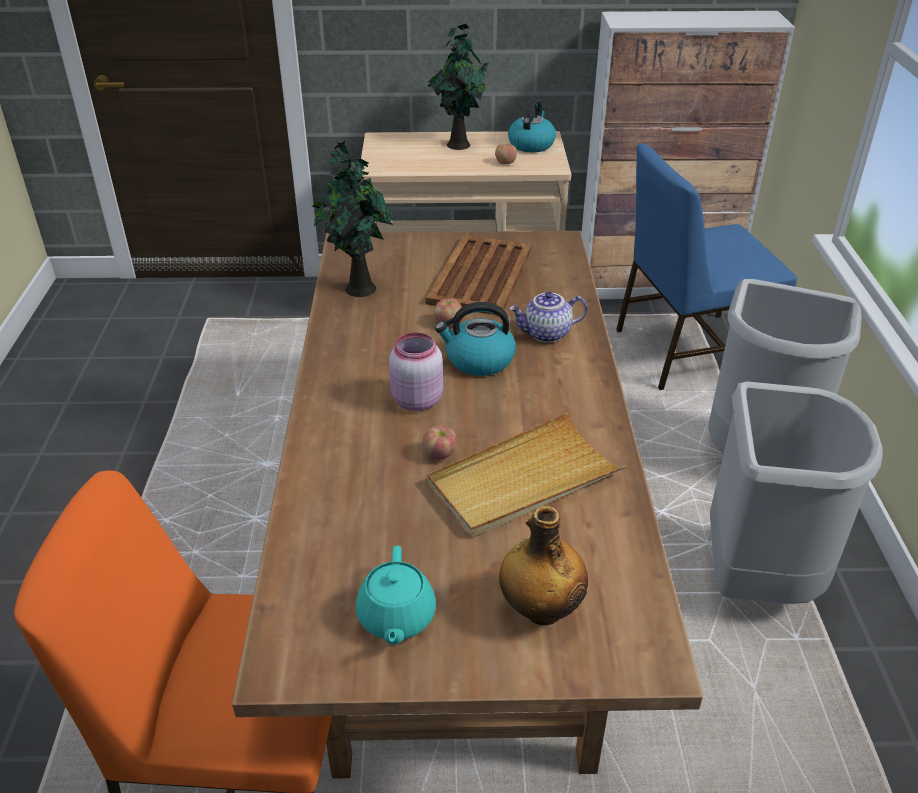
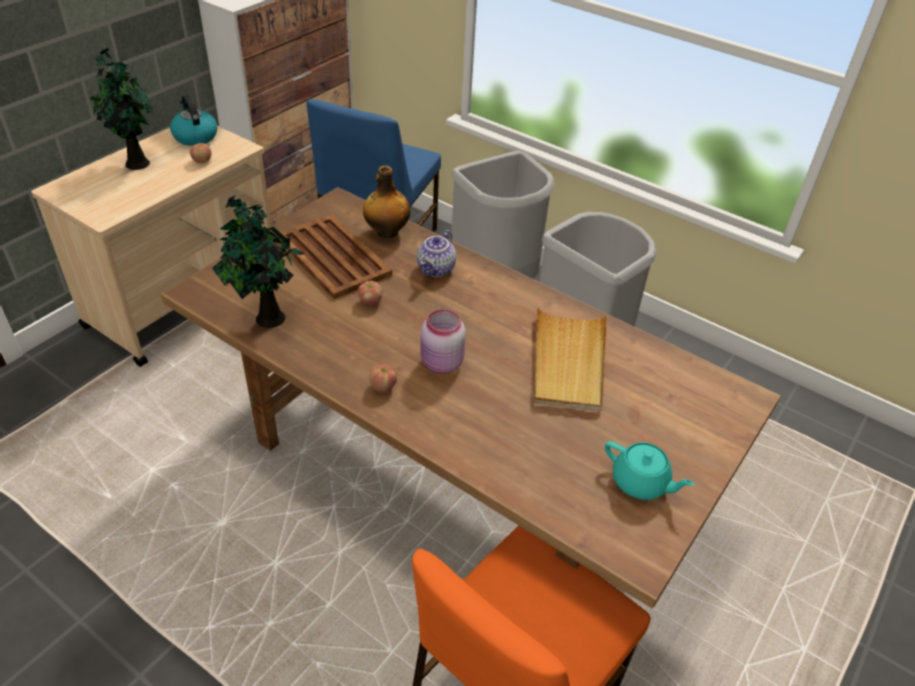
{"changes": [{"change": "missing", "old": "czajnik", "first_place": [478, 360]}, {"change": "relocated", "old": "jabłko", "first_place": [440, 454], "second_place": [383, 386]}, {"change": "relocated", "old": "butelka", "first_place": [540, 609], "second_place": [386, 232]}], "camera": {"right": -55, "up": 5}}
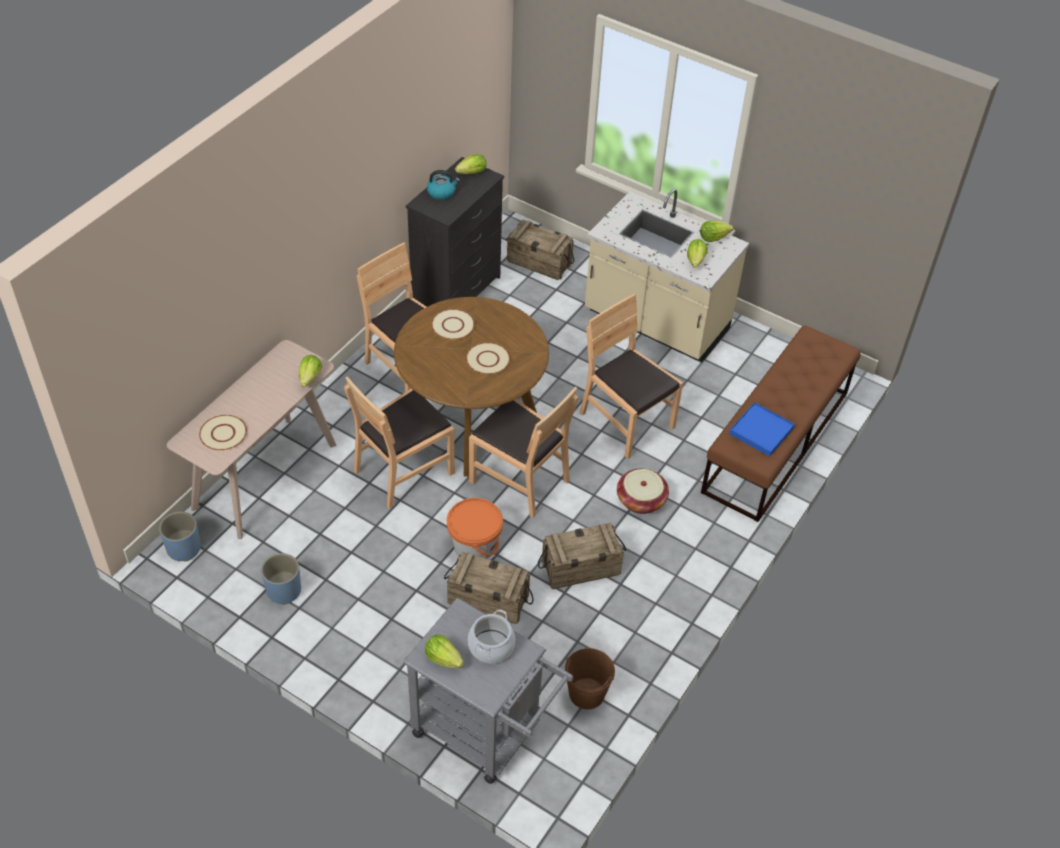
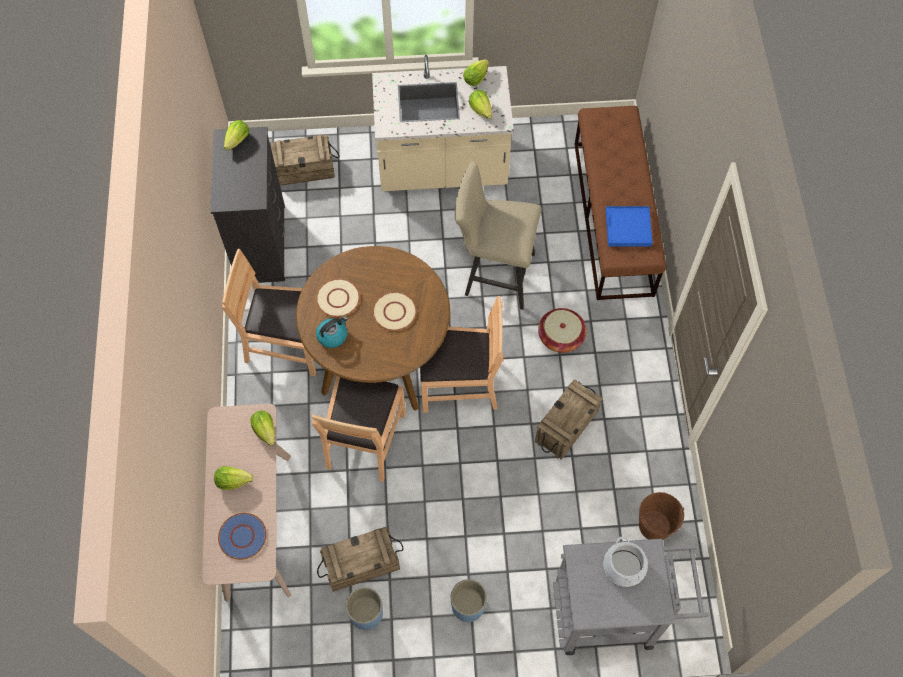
{"changes": [{"change": "relocated", "old": "czajnik", "first_place": [442, 192], "second_place": [332, 335]}, {"change": "exchanged", "old": "krzesło (brązowy)", "new": "stołek (beżowy)", "first_place": [626, 421], "second_place": [494, 274]}, {"change": "colour", "old": "talerz (beżowy)", "new": "talerz (niebieski)", "first_place": [223, 434], "second_place": [243, 536]}, {"change": "missing", "old": "wiadro (pomarańczowy)", "first_place": [474, 545]}, {"change": "relocated", "old": "donica (niebieski)", "first_place": [183, 548], "second_place": [468, 606]}, {"change": "relocated", "old": "skrzynka", "first_place": [487, 600], "second_place": [361, 565]}, {"change": "relocated", "old": "sałata", "first_place": [443, 658], "second_place": [233, 481]}], "camera": {"right": -35, "up": 15}}
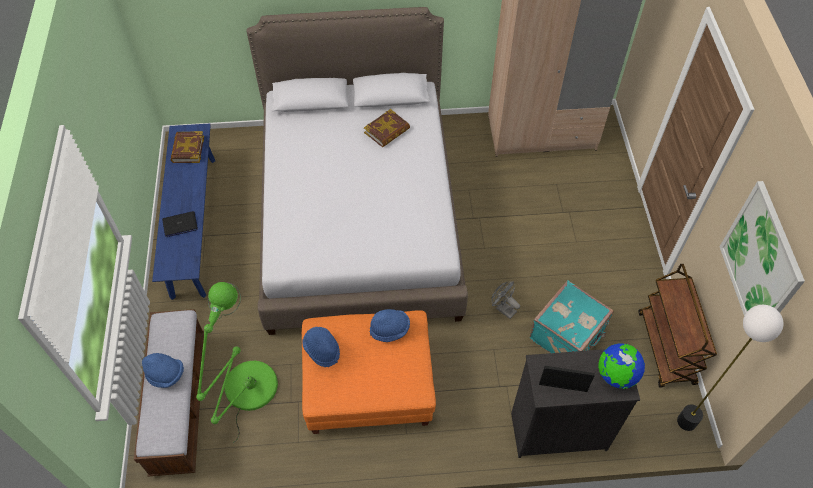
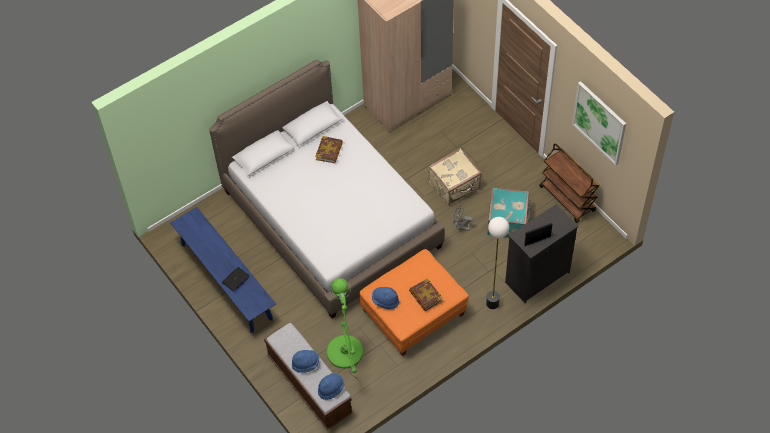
{"changes": [{"change": "relocated", "old": "książka", "first_place": [187, 149], "second_place": [425, 296]}, {"change": "relocated", "old": "lampa stojąca", "first_place": [686, 422], "second_place": [492, 303]}, {"change": "relocated", "old": "kapelusz (niebieski)", "first_place": [390, 329], "second_place": [331, 389]}, {"change": "missing", "old": "globus", "first_place": [616, 375]}, {"change": "appeared", "new": "walizka (beżowy)", "second_place": [455, 186]}], "camera": {"right": -30, "up": 0}}
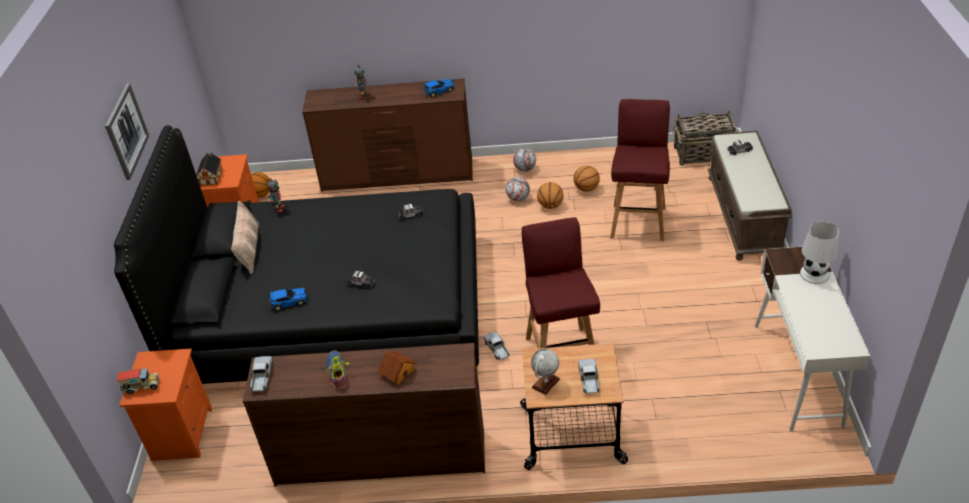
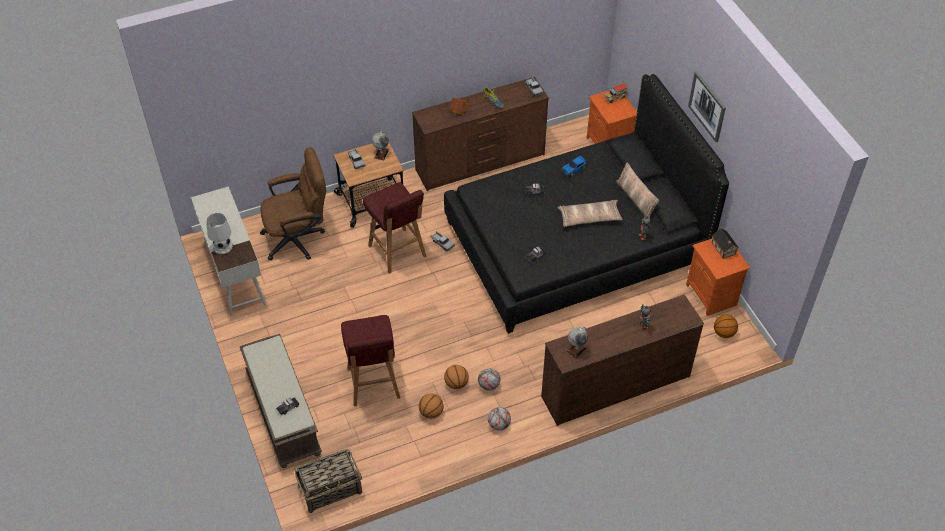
{"changes": [{"change": "exchanged", "old": "samochodzik", "new": "globus", "first_place": [438, 91], "second_place": [576, 349]}, {"change": "appeared", "new": "krzesło biurowe (brązowy)", "second_place": [299, 238]}, {"change": "appeared", "new": "poduszka", "second_place": [589, 218]}], "camera": {"right": 155, "up": 10}}
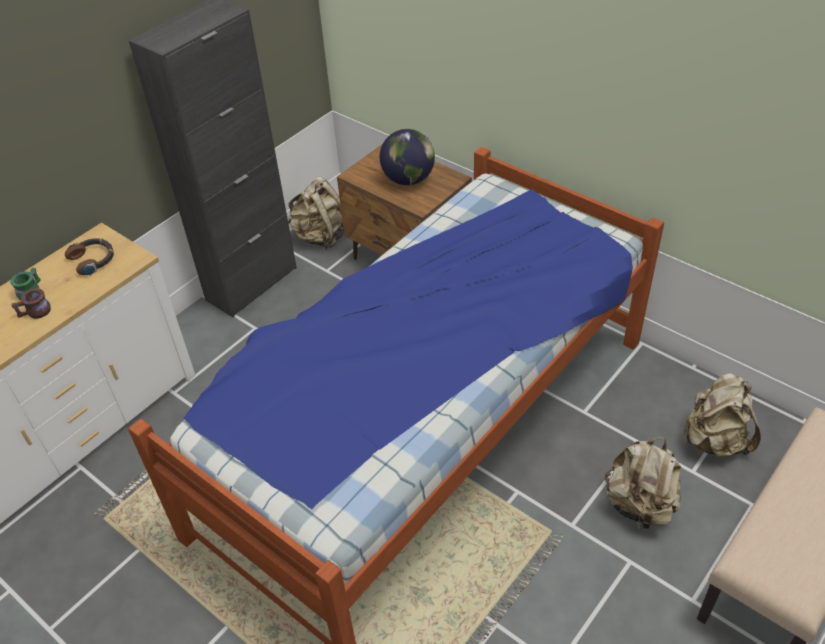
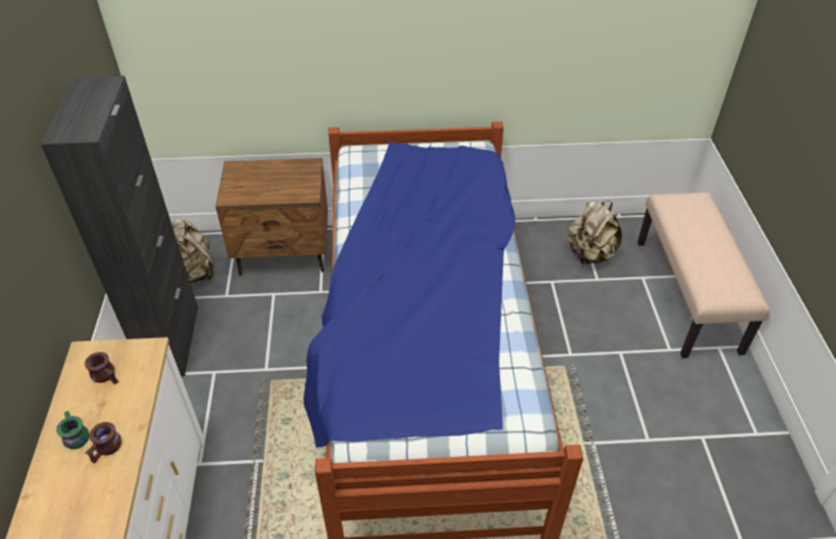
{"changes": [{"change": "missing", "old": "globus", "first_place": [408, 179]}, {"change": "exchanged", "old": "słuchawki", "new": "kubek (brązowy)", "first_place": [93, 260], "second_place": [107, 374]}, {"change": "missing", "old": "plecak (beżowy)", "first_place": [639, 505]}], "camera": {"right": -45, "up": 0}}
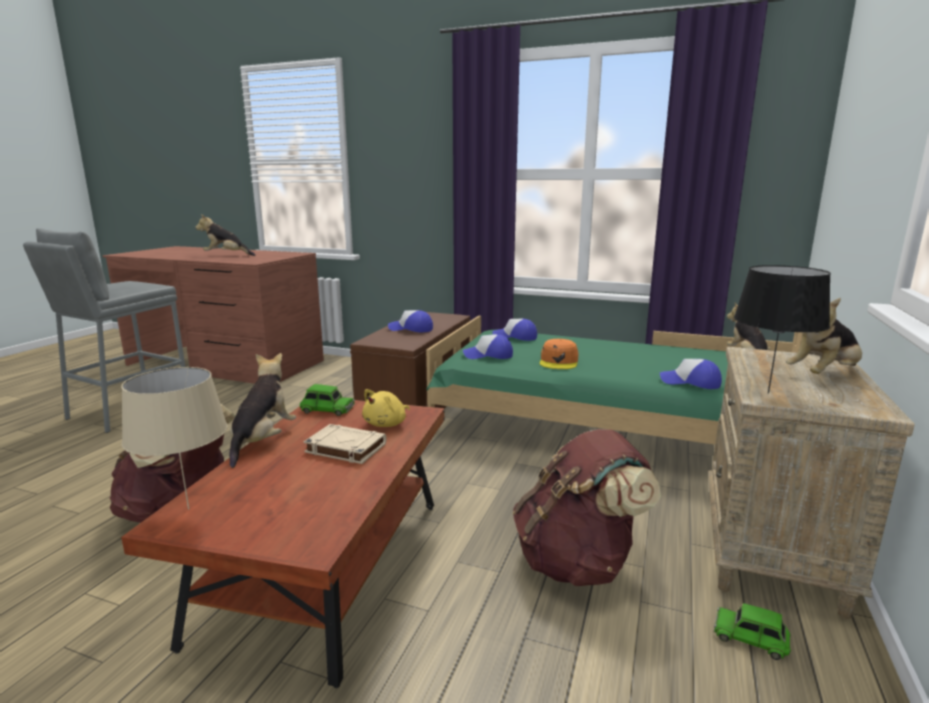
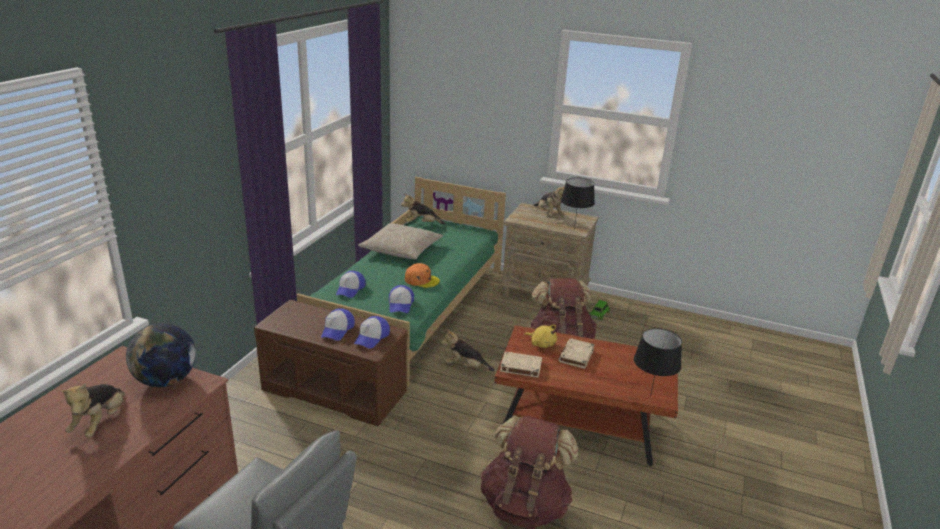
{"changes": [{"change": "relocated", "old": "pluszak", "first_place": [263, 440], "second_place": [465, 367]}, {"change": "relocated", "old": "czapka z daszkiem", "first_place": [690, 382], "second_place": [372, 337]}, {"change": "colour", "old": "lampa stołowa (beżowy)", "new": "lampa stołowa (czarny)", "first_place": [190, 509], "second_place": [650, 396]}, {"change": "exchanged", "old": "samochodzik (zielony)", "new": "książka (beżowy)", "first_place": [327, 409], "second_place": [520, 367]}, {"change": "appeared", "new": "poduszka (beżowy)", "second_place": [401, 249]}, {"change": "appeared", "new": "globus", "second_place": [166, 380]}], "camera": {"right": -90, "up": 10}}
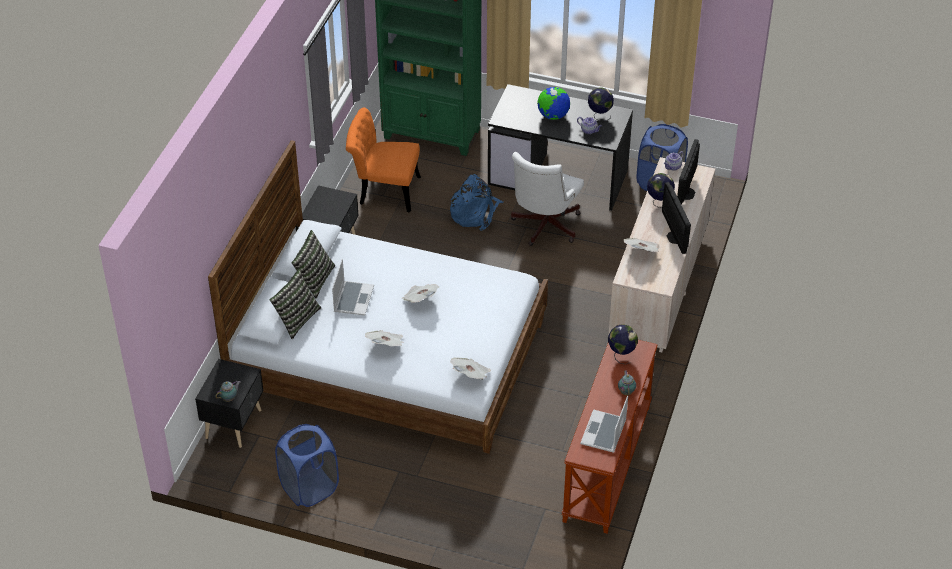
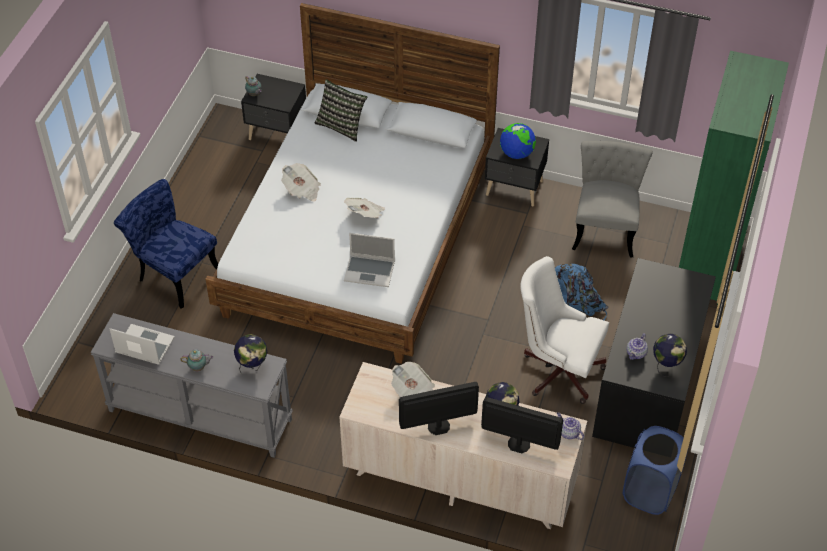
{"changes": [{"change": "relocated", "old": "globus", "first_place": [553, 116], "second_place": [516, 153]}, {"change": "colour", "old": "krzesło (pomarańczowy)", "new": "krzesło (szary)", "first_place": [383, 191], "second_place": [605, 227]}, {"change": "missing", "old": "poduszka", "first_place": [314, 279]}, {"change": "relocated", "old": "laptop", "first_place": [353, 299], "second_place": [370, 271]}, {"change": "colour", "old": "stolik konsolowy (brązowy)", "new": "stolik konsolowy (szary)", "first_place": [608, 463], "second_place": [199, 416]}, {"change": "missing", "old": "gazeta", "first_place": [471, 375]}, {"change": "missing", "old": "kosz na pranie (niebieski)", "first_place": [309, 488]}, {"change": "appeared", "new": "krzesło (niebieski)", "second_place": [173, 273]}], "camera": {"right": 90, "up": 5}}
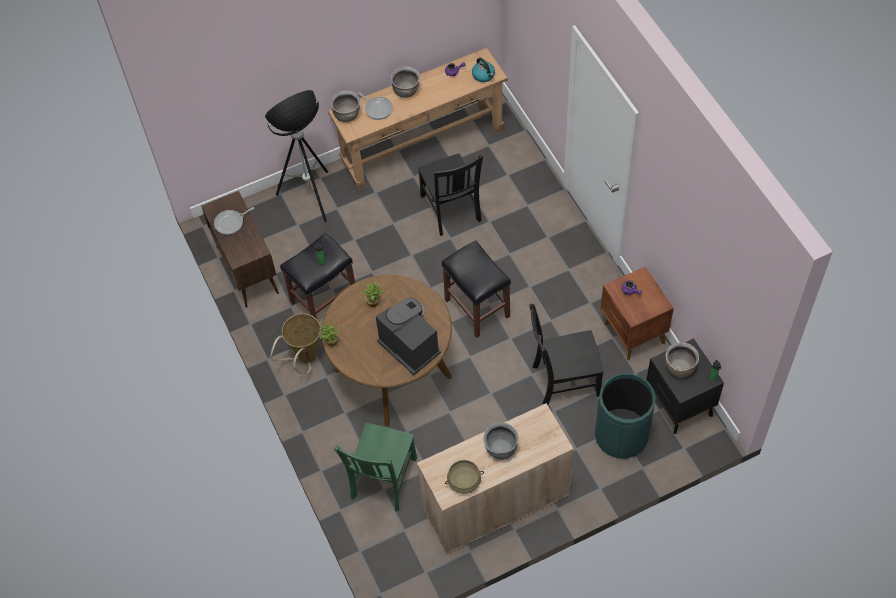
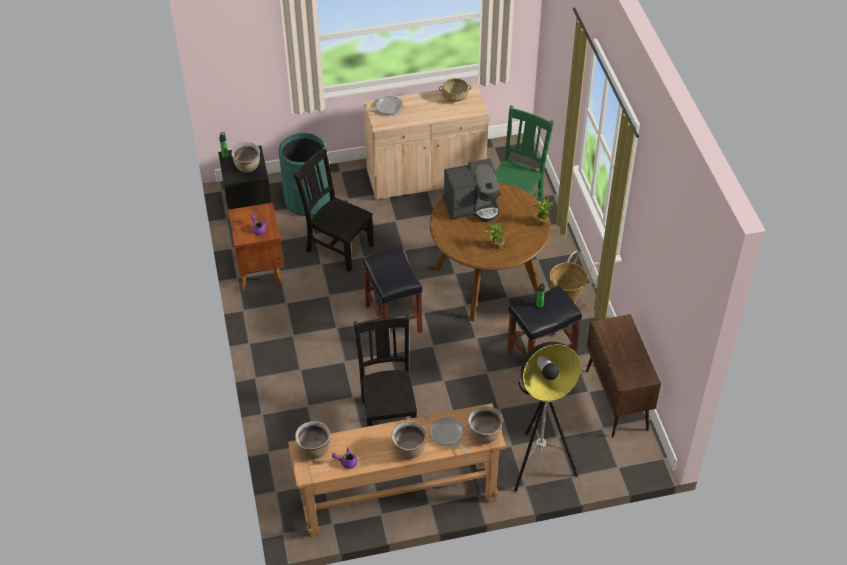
{"changes": [{"change": "exchanged", "old": "czajnik", "new": "garnek (brązowy)", "first_place": [484, 75], "second_place": [314, 449]}, {"change": "relocated", "old": "patelnia", "first_place": [231, 223], "second_place": [387, 107]}, {"change": "spun", "old": "ekspres do kawy", "first_place": [409, 346], "second_place": [472, 206], "degrees": -75}, {"change": "spun", "old": "krzesło (czarny)", "first_place": [563, 381], "second_place": [338, 247], "degrees": -150}, {"change": "missing", "old": "garnek (szary)", "first_place": [500, 449]}], "camera": {"right": -170, "up": -10}}
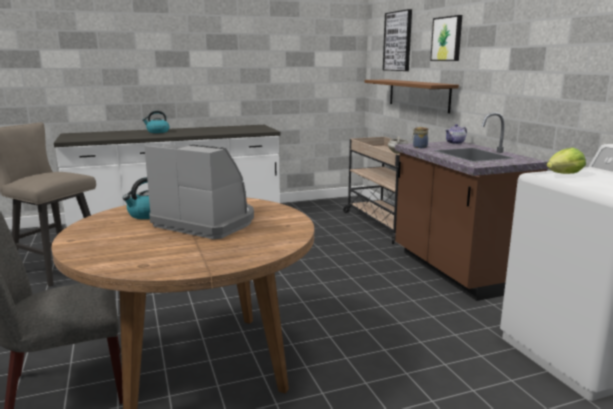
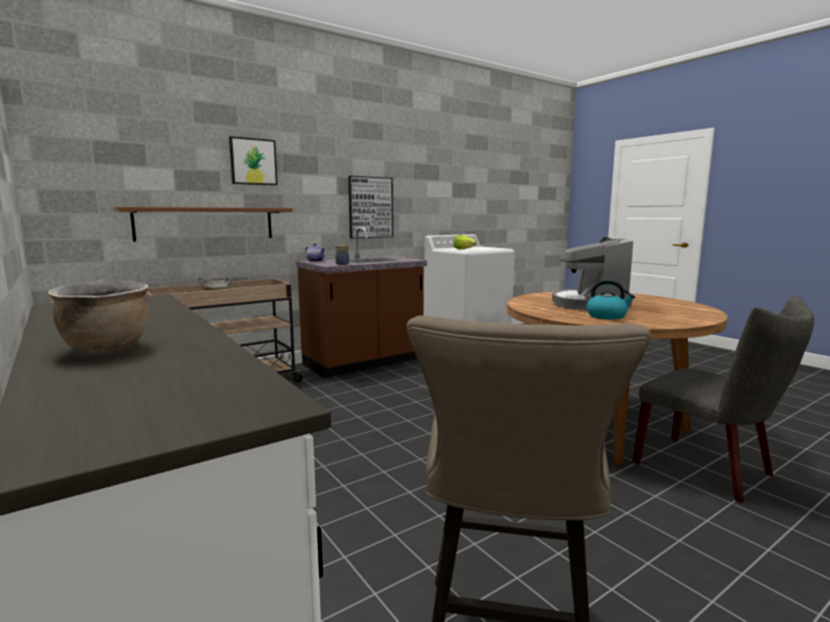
{"changes": [{"change": "relocated", "old": "obraz", "first_place": [398, 41], "second_place": [370, 207]}, {"change": "exchanged", "old": "czajnik", "new": "garnek (brązowy)", "first_place": [157, 132], "second_place": [107, 348]}], "camera": {"right": -105, "up": -5}}
